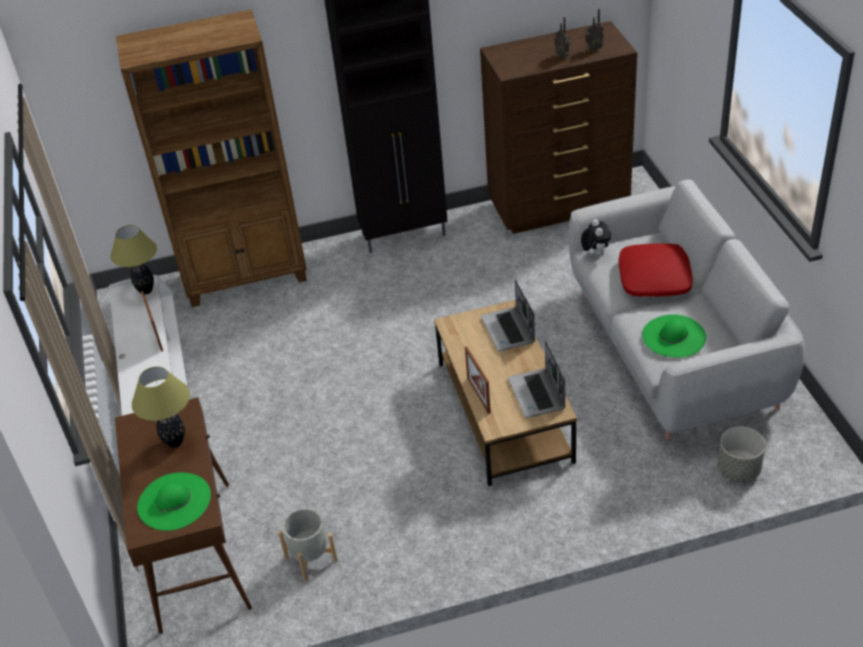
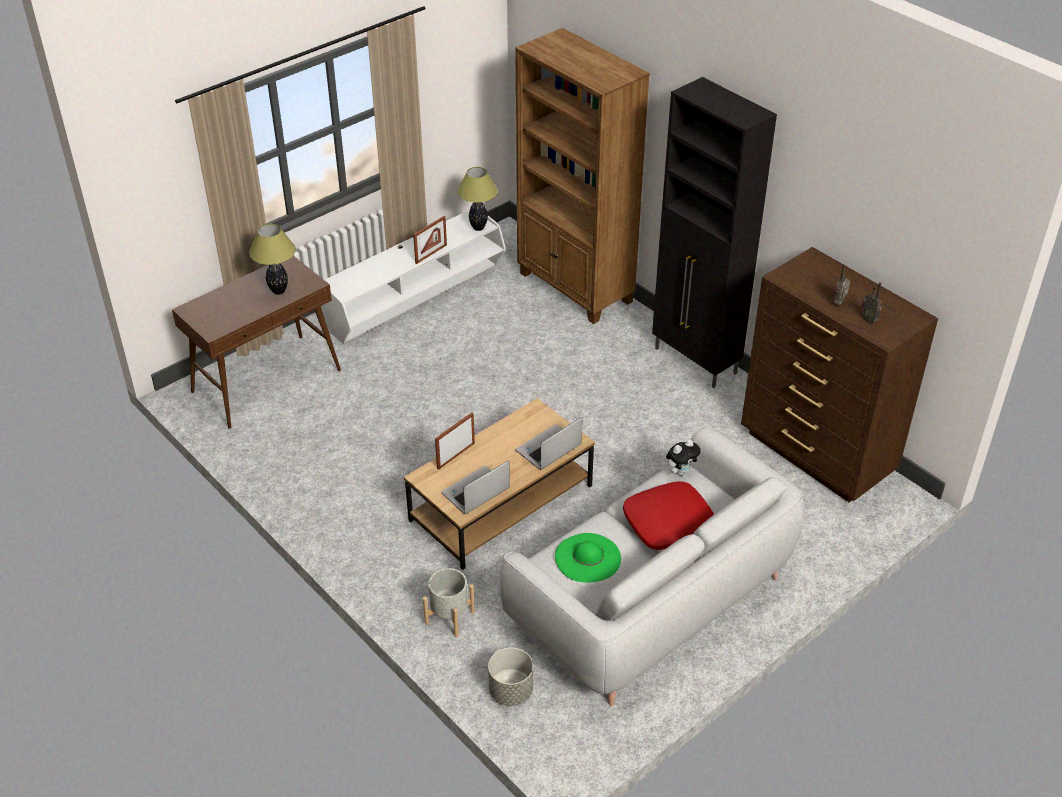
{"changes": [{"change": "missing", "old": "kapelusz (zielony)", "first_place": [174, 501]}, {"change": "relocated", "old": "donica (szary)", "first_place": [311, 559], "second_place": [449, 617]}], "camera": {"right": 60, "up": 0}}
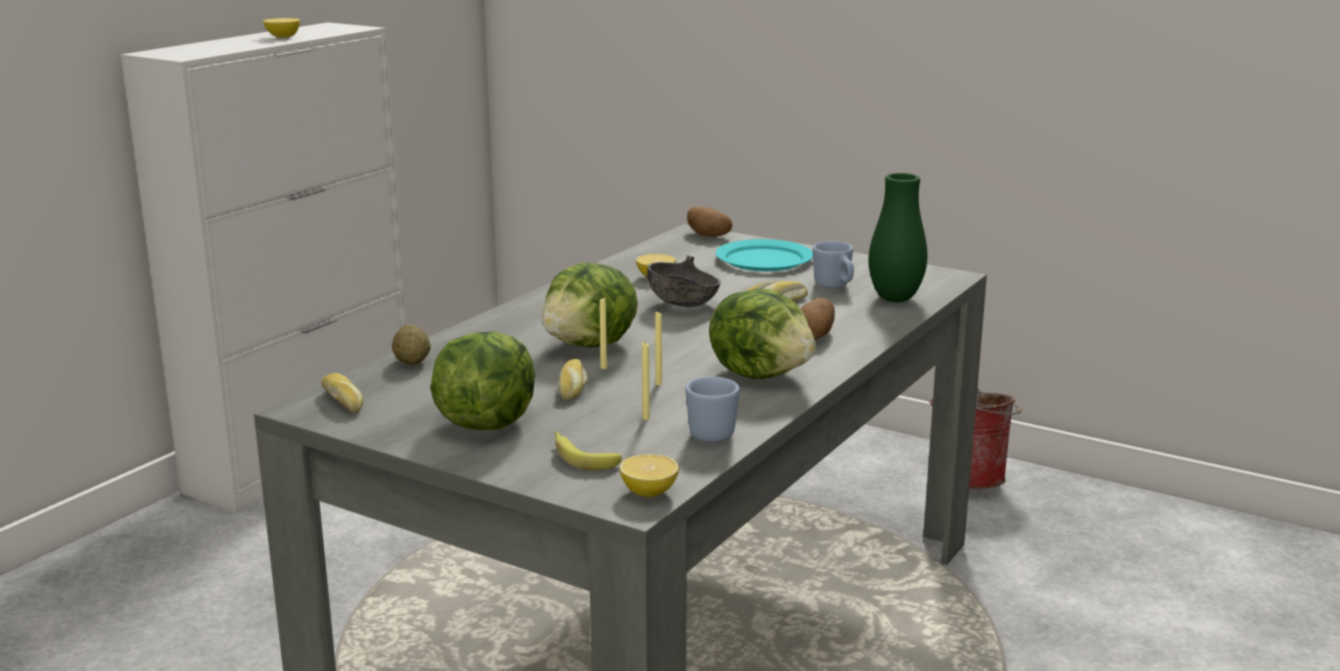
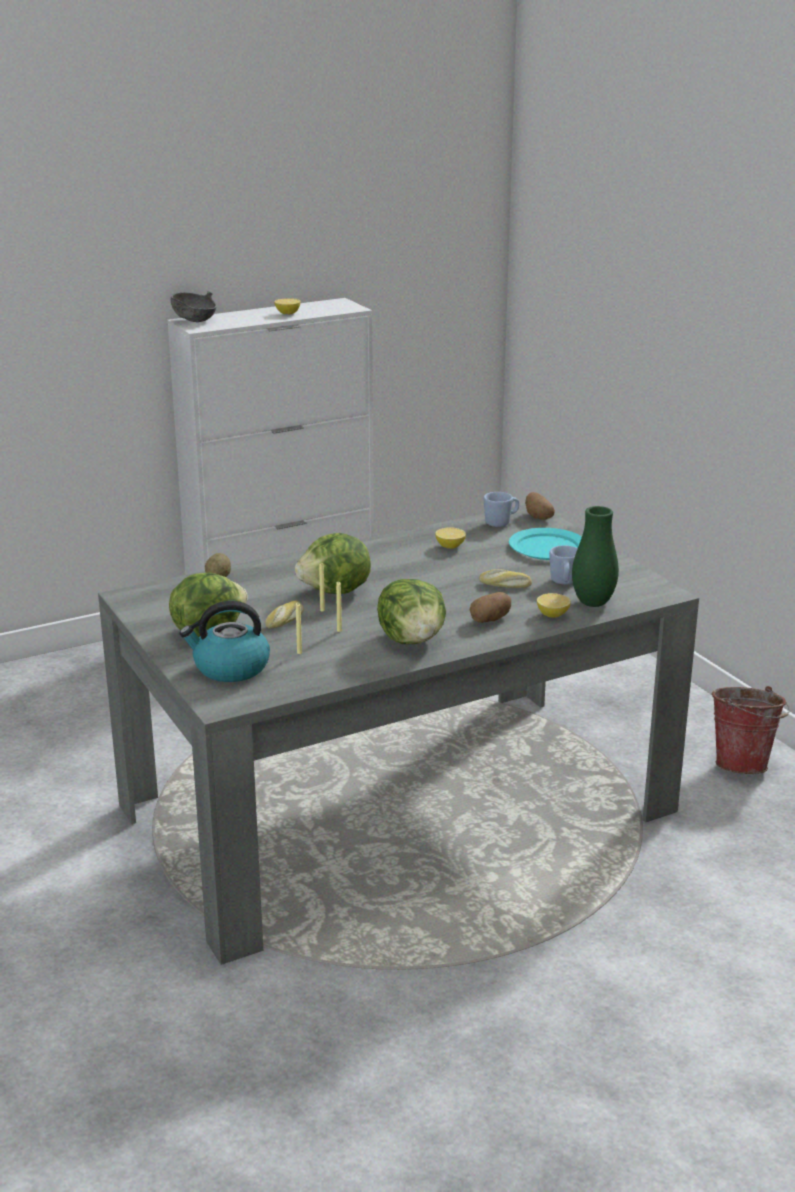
{"changes": [{"change": "relocated", "old": "miska (szary)", "first_place": [684, 304], "second_place": [195, 320]}, {"change": "missing", "old": "chleb", "first_place": [345, 401]}, {"change": "relocated", "old": "kubek (niebieski)", "first_place": [716, 432], "second_place": [501, 523]}, {"change": "exchanged", "old": "banan", "new": "czajnik", "first_place": [581, 457], "second_place": [230, 668]}, {"change": "relocated", "old": "cytryna", "first_place": [649, 492], "second_place": [553, 615]}], "camera": {"right": 30, "up": 5}}
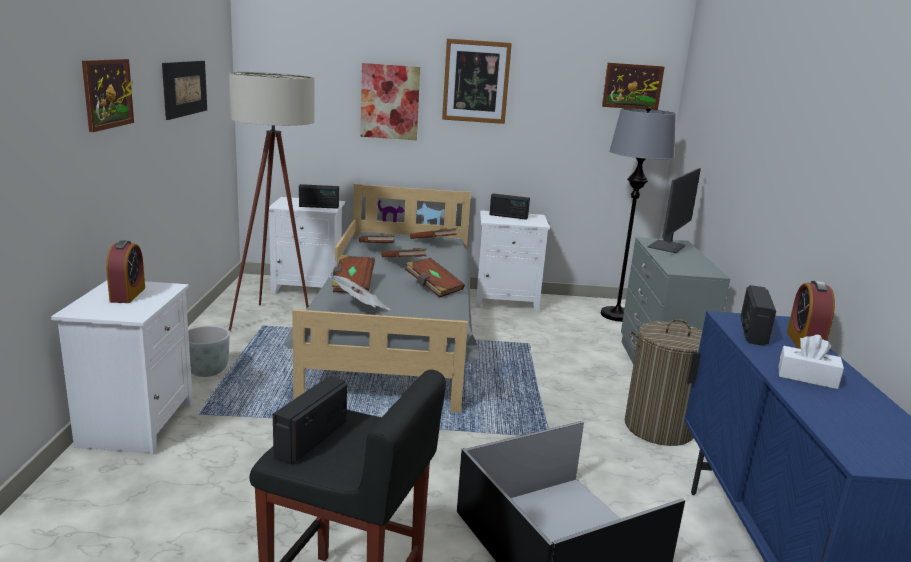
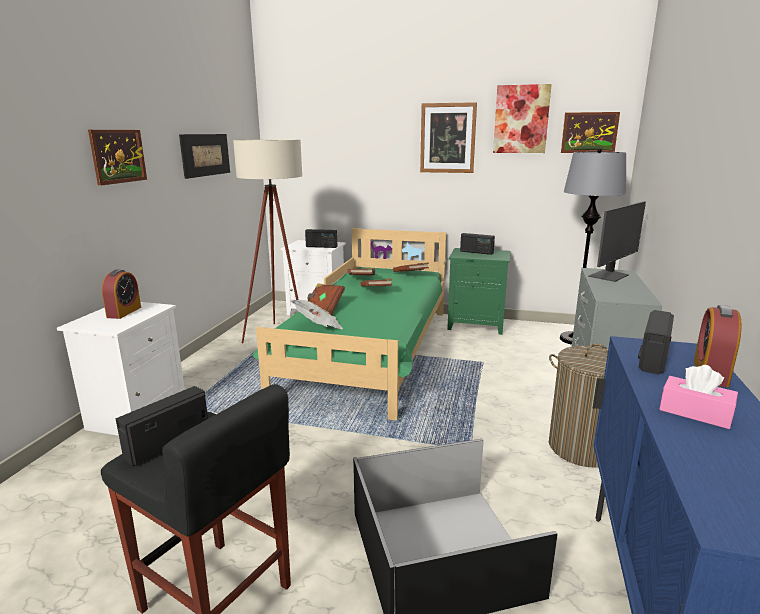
{"changes": [{"change": "relocated", "old": "obraz", "first_place": [390, 102], "second_place": [521, 119]}, {"change": "colour", "old": "łóżko (szary)", "new": "łóżko (zielony)", "first_place": [397, 335], "second_place": [371, 351]}, {"change": "colour", "old": "szafka nocna (biały)", "new": "szafka nocna (zielony)", "first_place": [507, 300], "second_place": [477, 324]}, {"change": "missing", "old": "książka (brązowy)", "first_place": [433, 288]}, {"change": "missing", "old": "donica (szary)", "first_place": [207, 371]}, {"change": "colour", "old": "pudełko chusteczek (biały)", "new": "pudełko chusteczek (różowy)", "first_place": [807, 377], "second_place": [695, 412]}], "camera": {"right": 15, "up": 0}}
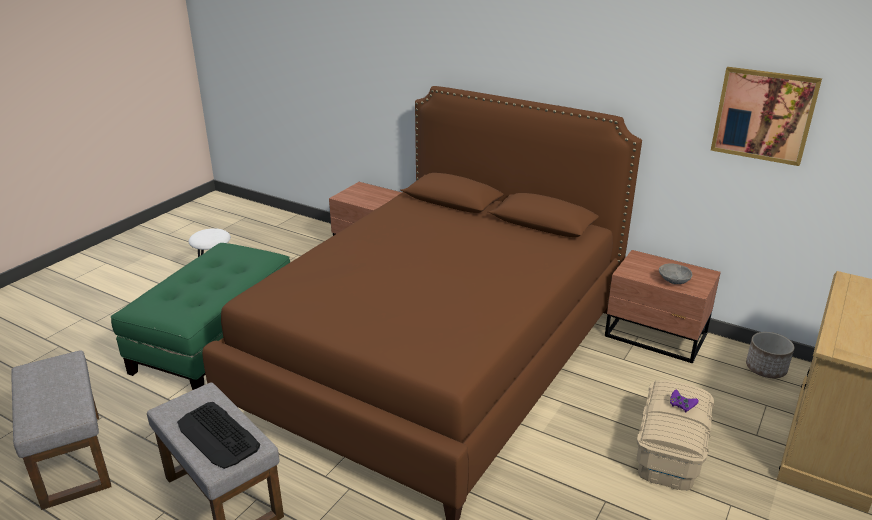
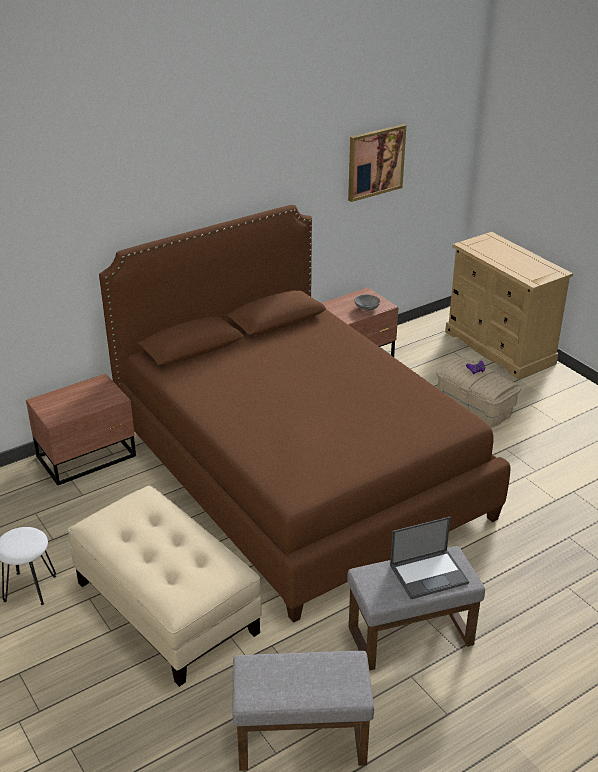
{"changes": [{"change": "colour", "old": "pufa (zielony)", "new": "pufa (beżowy)", "first_place": [215, 340], "second_place": [165, 607]}, {"change": "missing", "old": "donica", "first_place": [766, 369]}, {"change": "exchanged", "old": "klawiatura", "new": "laptop", "first_place": [218, 435], "second_place": [429, 574]}], "camera": {"right": -65, "up": 5}}
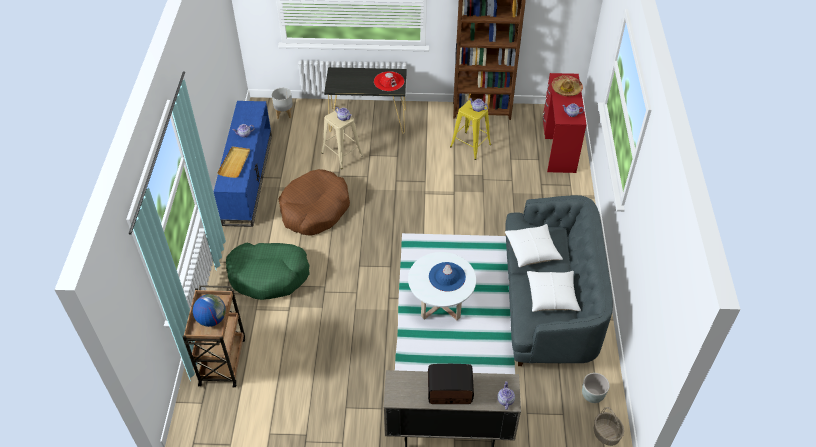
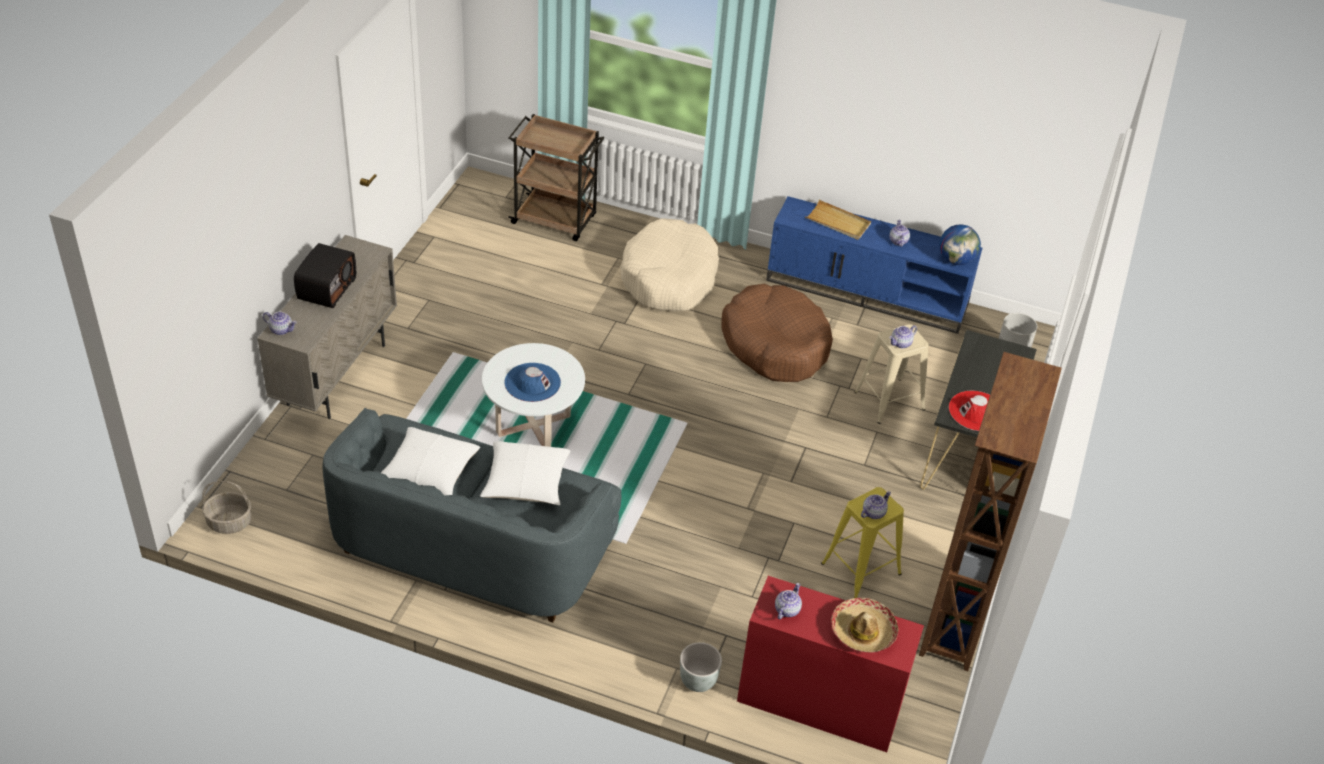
{"changes": [{"change": "colour", "old": "legowisko (zielony)", "new": "legowisko (beżowy)", "first_place": [269, 275], "second_place": [669, 278]}, {"change": "relocated", "old": "globus", "first_place": [212, 319], "second_place": [956, 260]}, {"change": "relocated", "old": "donica (szary)", "first_place": [592, 395], "second_place": [697, 681]}], "camera": {"right": 105, "up": -5}}
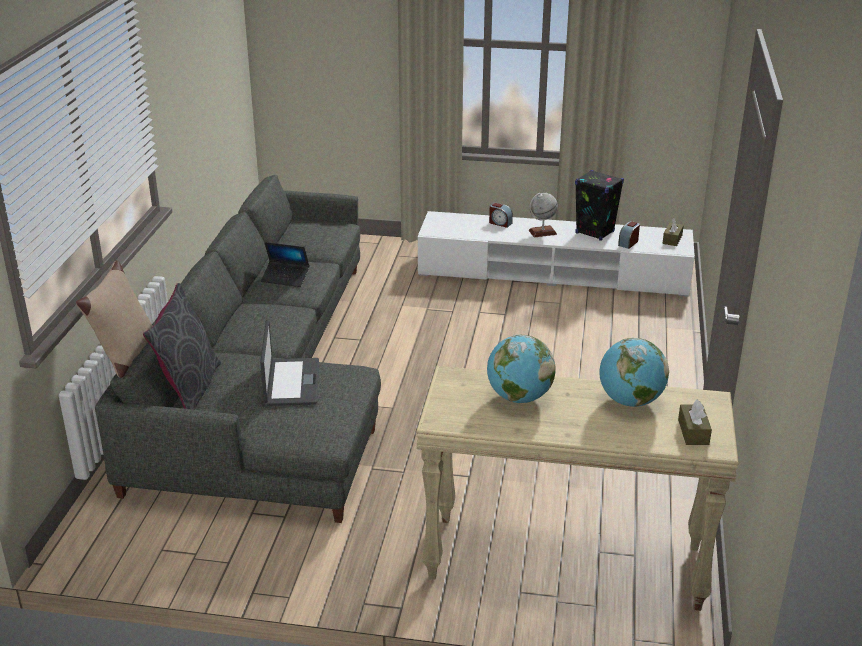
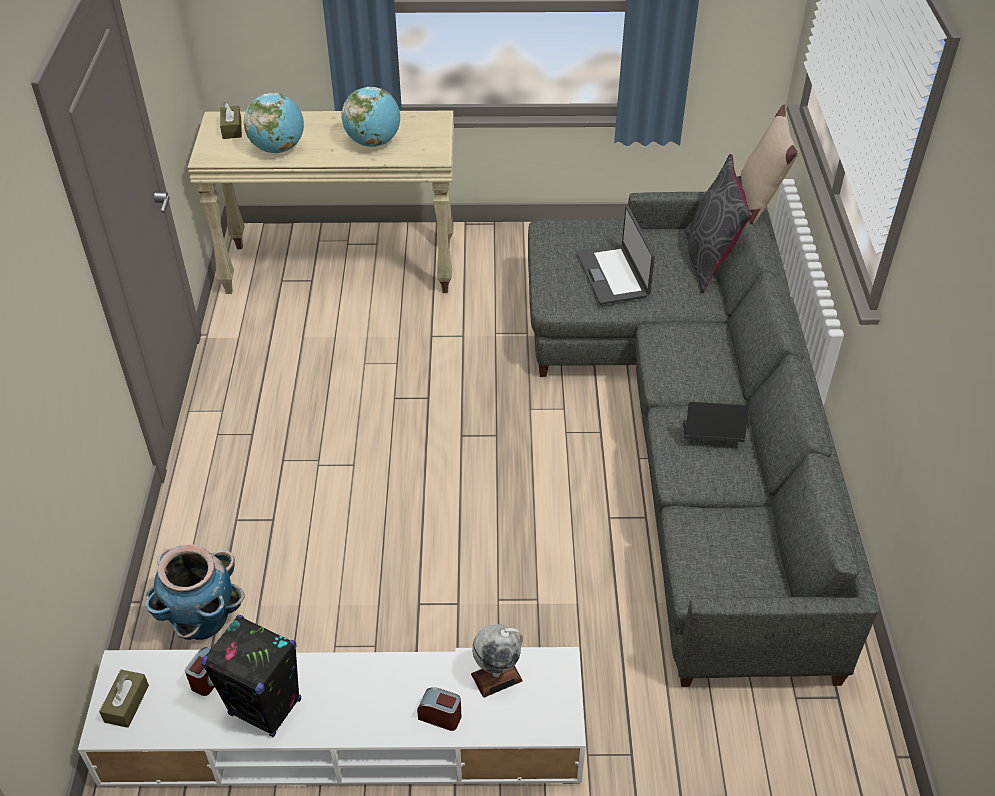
{"changes": [{"change": "relocated", "old": "globus", "first_place": [542, 232], "second_place": [496, 677]}, {"change": "appeared", "new": "donica", "second_place": [203, 622]}], "camera": {"right": 170, "up": 15}}
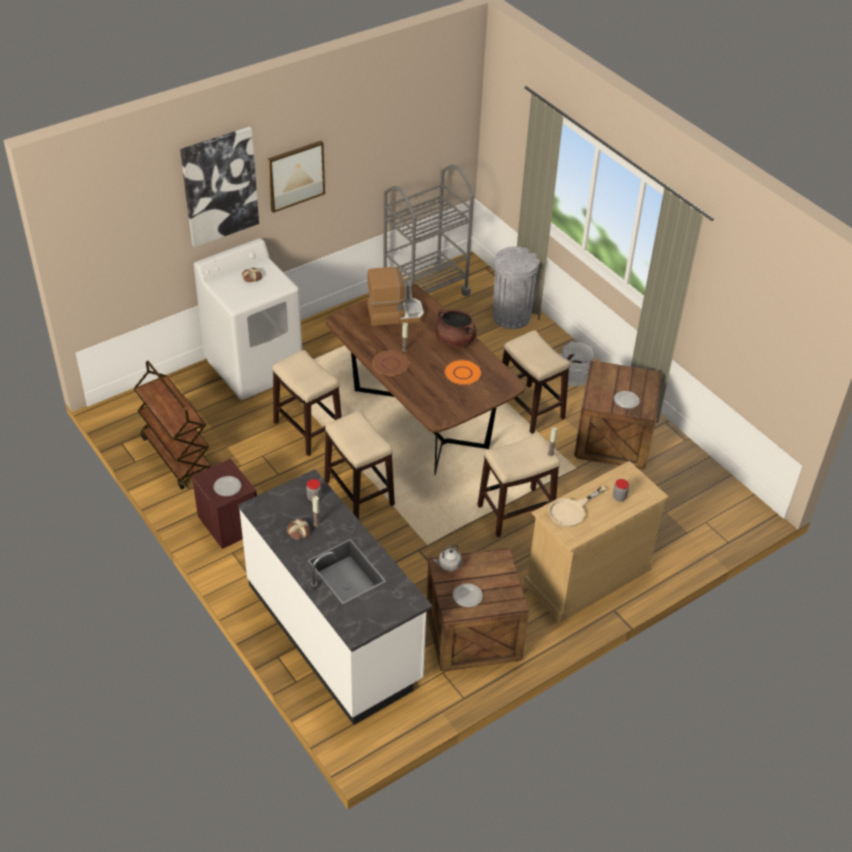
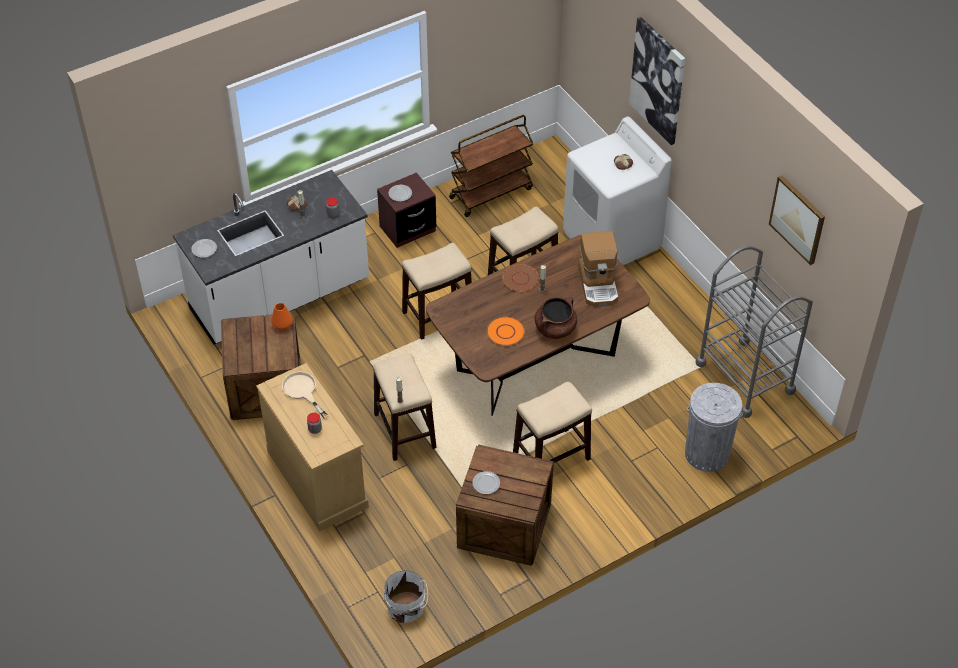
{"changes": [{"change": "relocated", "old": "obraz", "first_place": [295, 175], "second_place": [798, 219]}, {"change": "relocated", "old": "wiadro (biały)", "first_place": [576, 375], "second_place": [406, 608]}, {"change": "exchanged", "old": "czajnik (szary)", "new": "wazon (pomarańczowy)", "first_place": [448, 565], "second_place": [282, 325]}, {"change": "relocated", "old": "talerz", "first_place": [467, 596], "second_place": [204, 249]}], "camera": {"right": 95, "up": 5}}
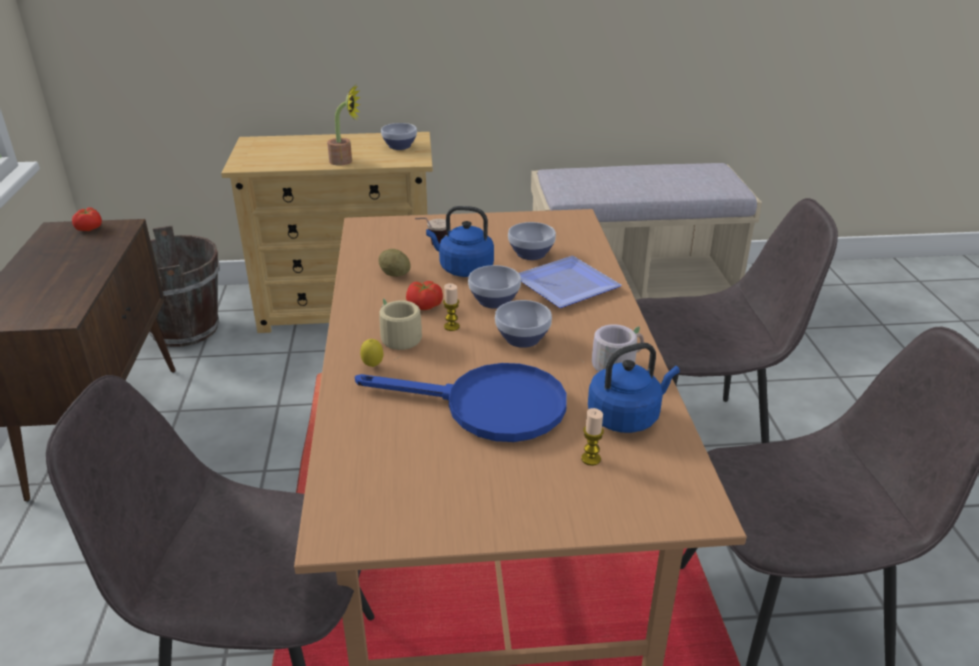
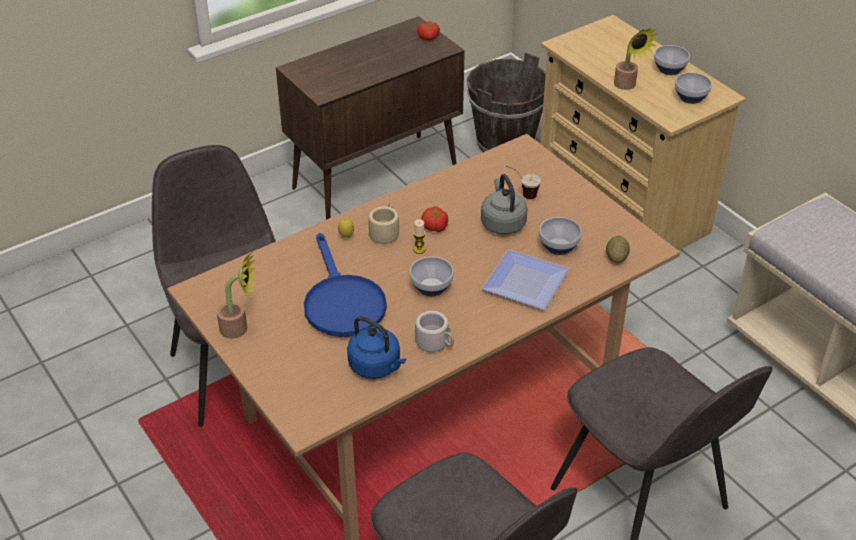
{"changes": [{"change": "colour", "old": "czajnik (niebieski)", "new": "czajnik (szary)", "first_place": [463, 269], "second_place": [502, 223]}, {"change": "relocated", "old": "ziemniak", "first_place": [395, 274], "second_place": [616, 258]}, {"change": "relocated", "old": "miska", "first_place": [495, 300], "second_place": [670, 70]}, {"change": "missing", "old": "świeca", "first_place": [591, 459]}, {"change": "appeared", "new": "roślina doniczkowa", "second_place": [239, 328]}], "camera": {"right": 60, "up": 10}}
